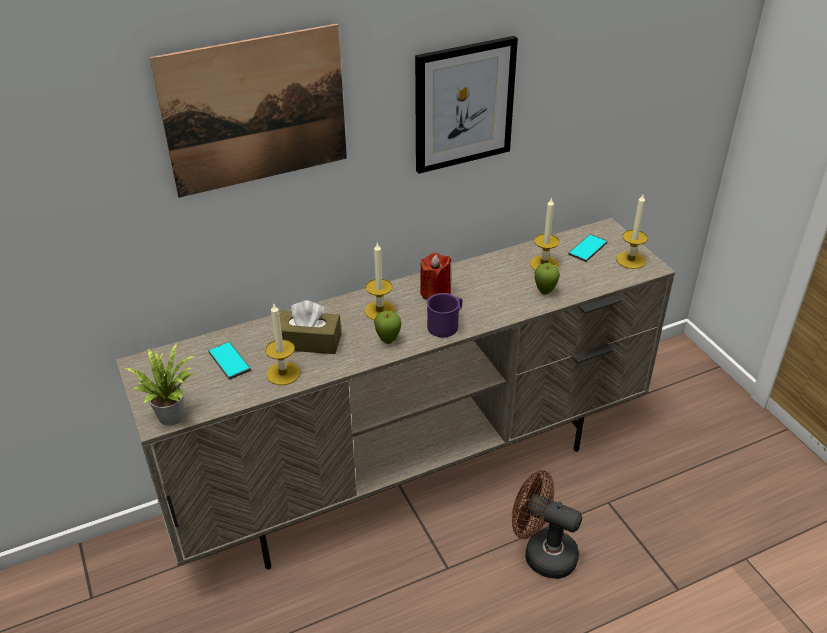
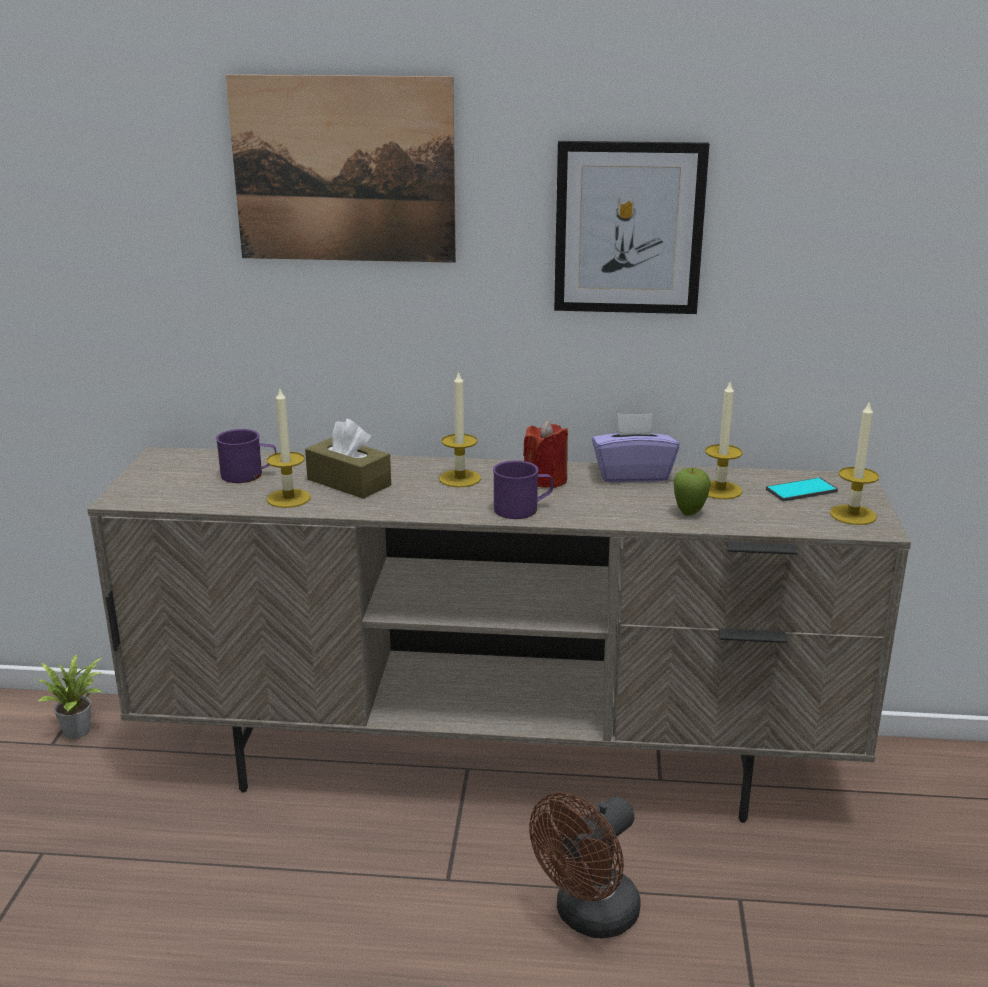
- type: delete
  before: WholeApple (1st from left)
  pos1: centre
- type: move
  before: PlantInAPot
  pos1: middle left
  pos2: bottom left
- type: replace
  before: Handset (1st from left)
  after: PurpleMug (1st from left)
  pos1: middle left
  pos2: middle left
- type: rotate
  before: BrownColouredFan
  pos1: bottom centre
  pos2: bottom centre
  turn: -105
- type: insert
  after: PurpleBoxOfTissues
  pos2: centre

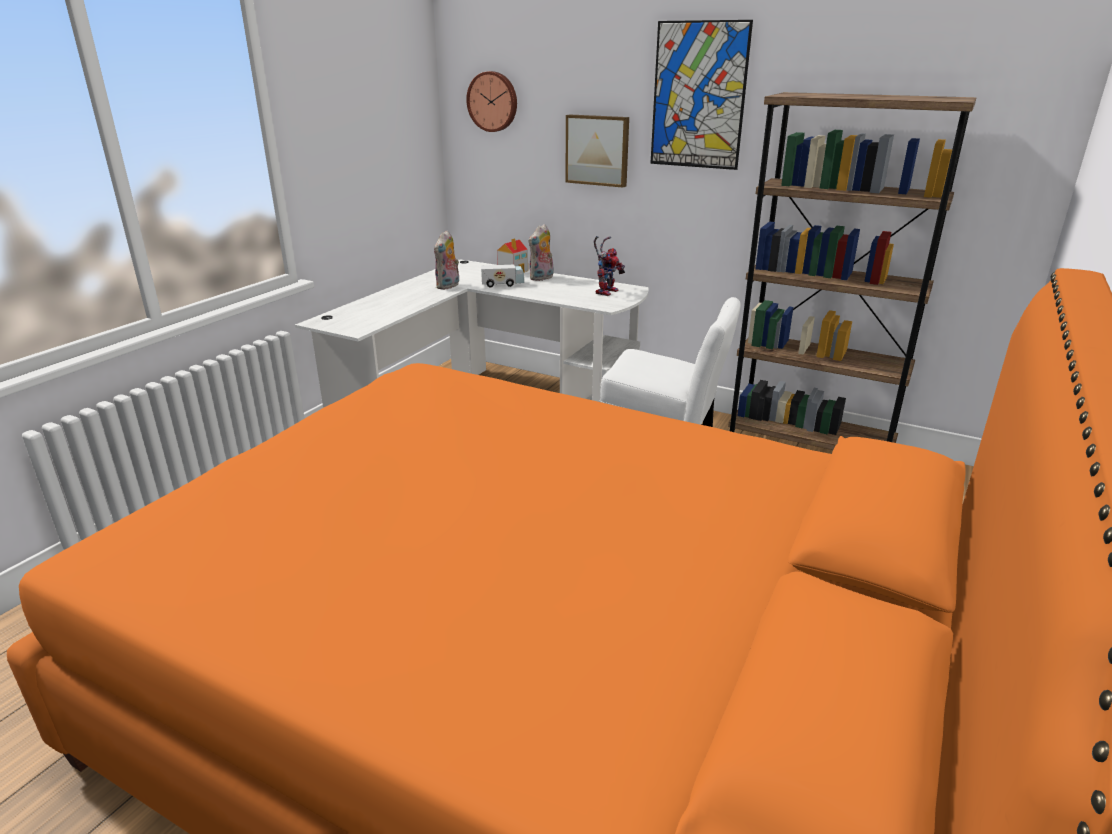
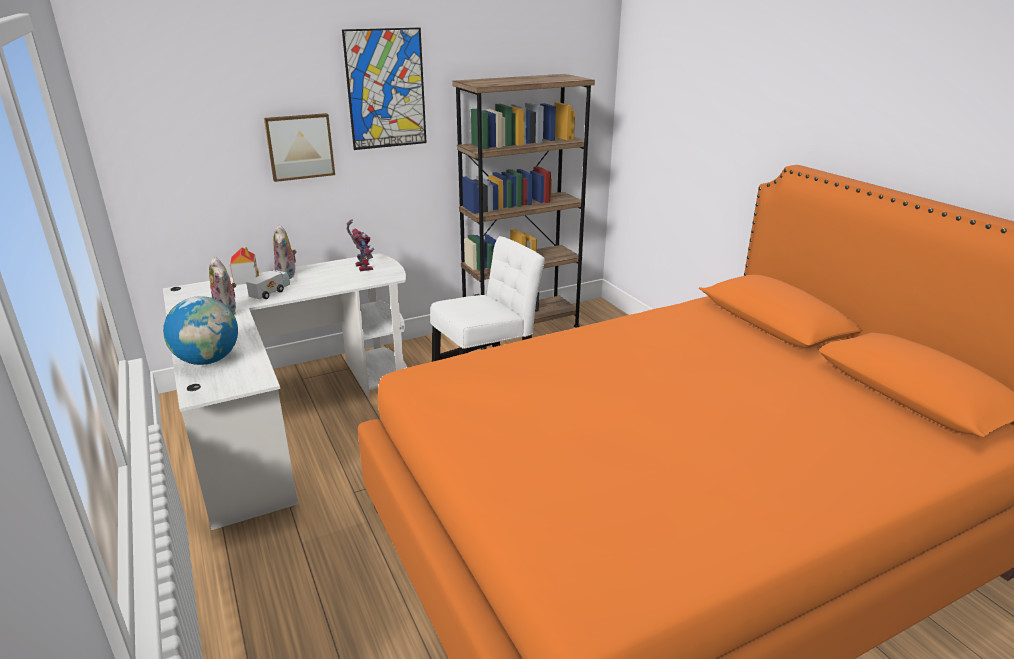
- type: delete
  before: ClockOnTheWall
  pos1: top centre
- type: insert
  after: DeskGlobe
  pos2: middle left

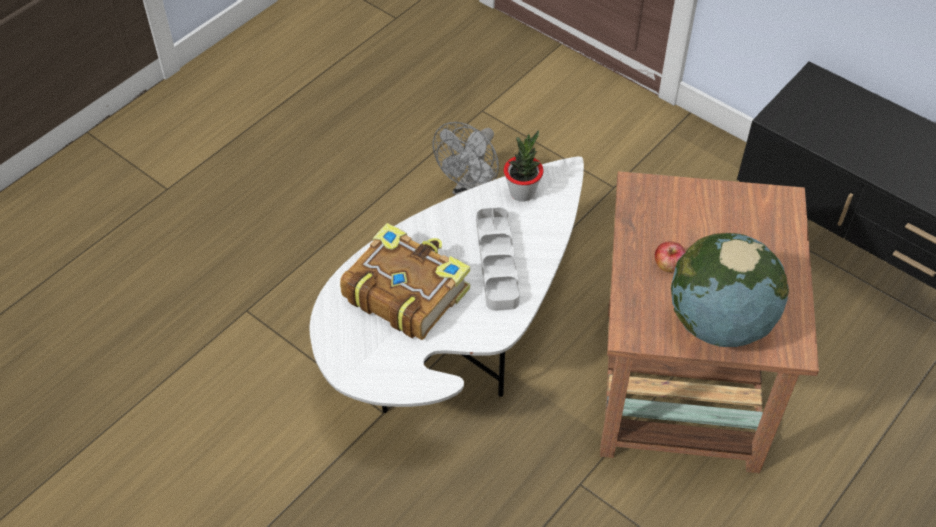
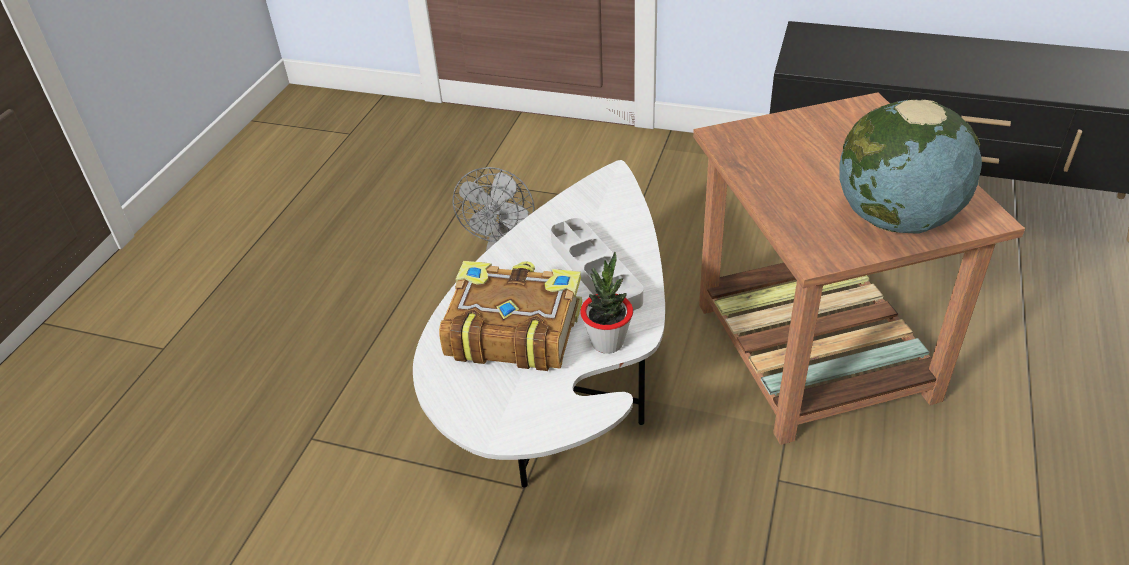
- type: move
  before: PlantInAPot
  pos1: top centre
  pos2: centre
- type: delete
  before: WholeApple
  pos1: middle right

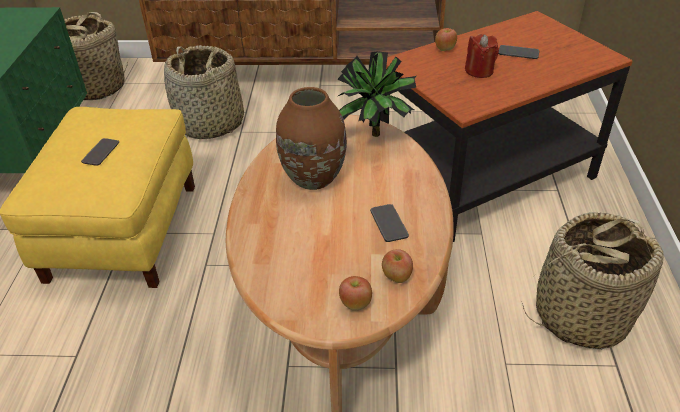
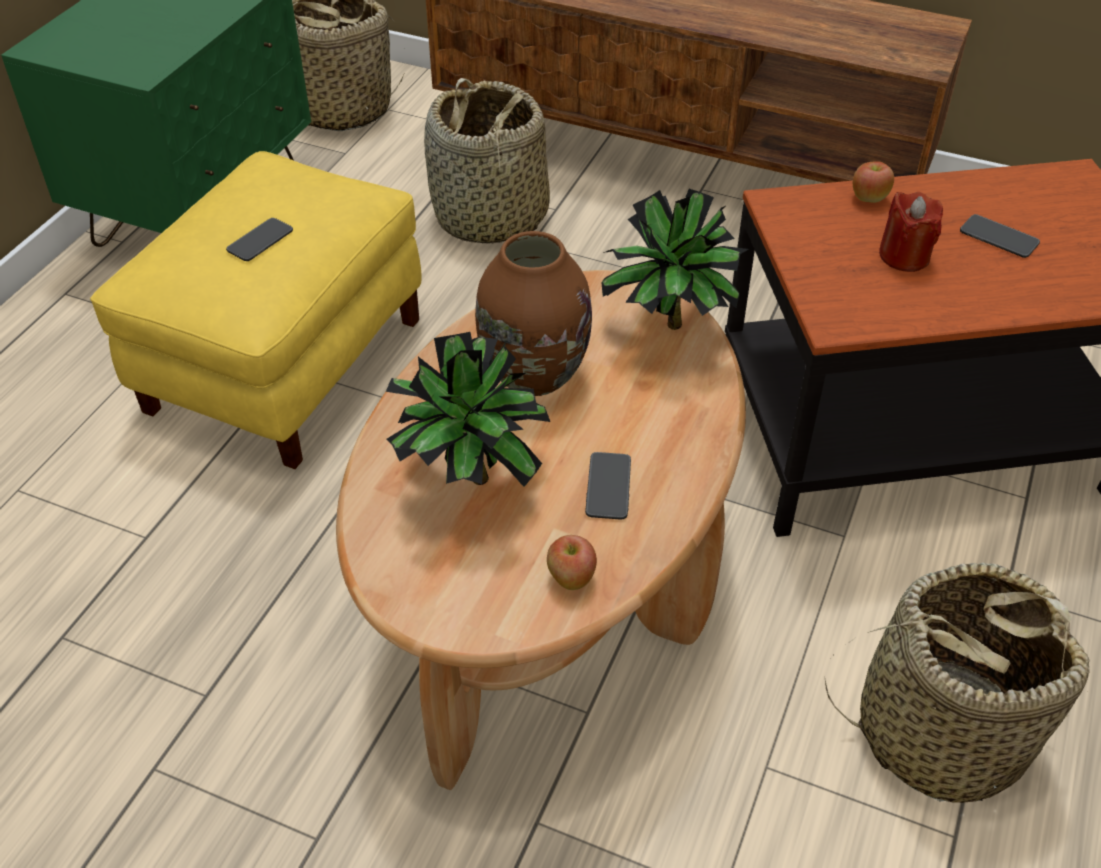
- type: delete
  before: WholeApple (1st from left)
  pos1: bottom centre
- type: insert
  after: PlantInAPot (1st from left)
  pos2: centre

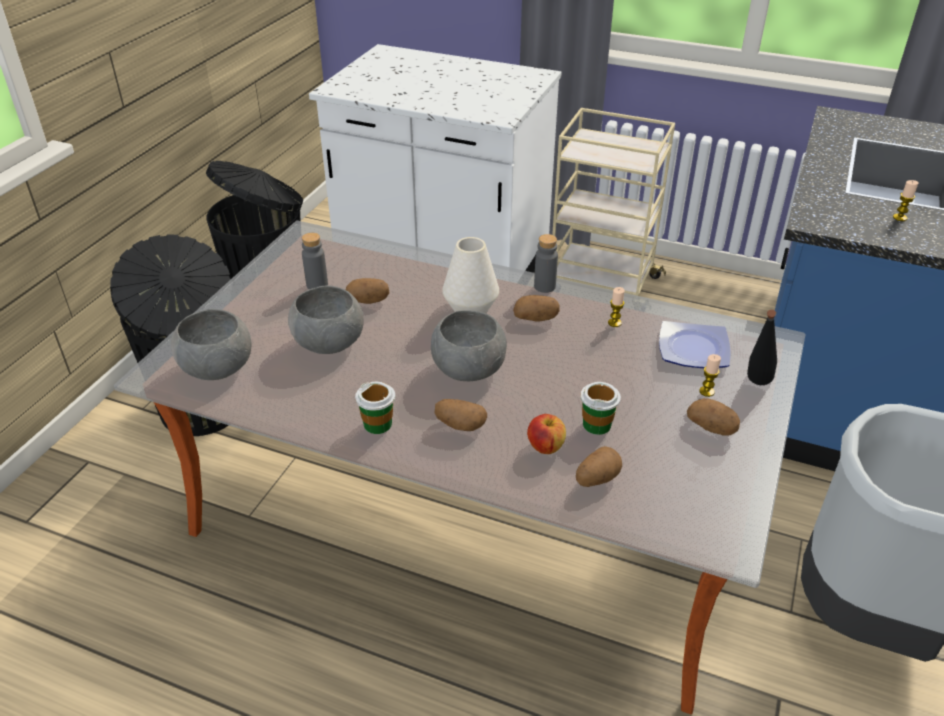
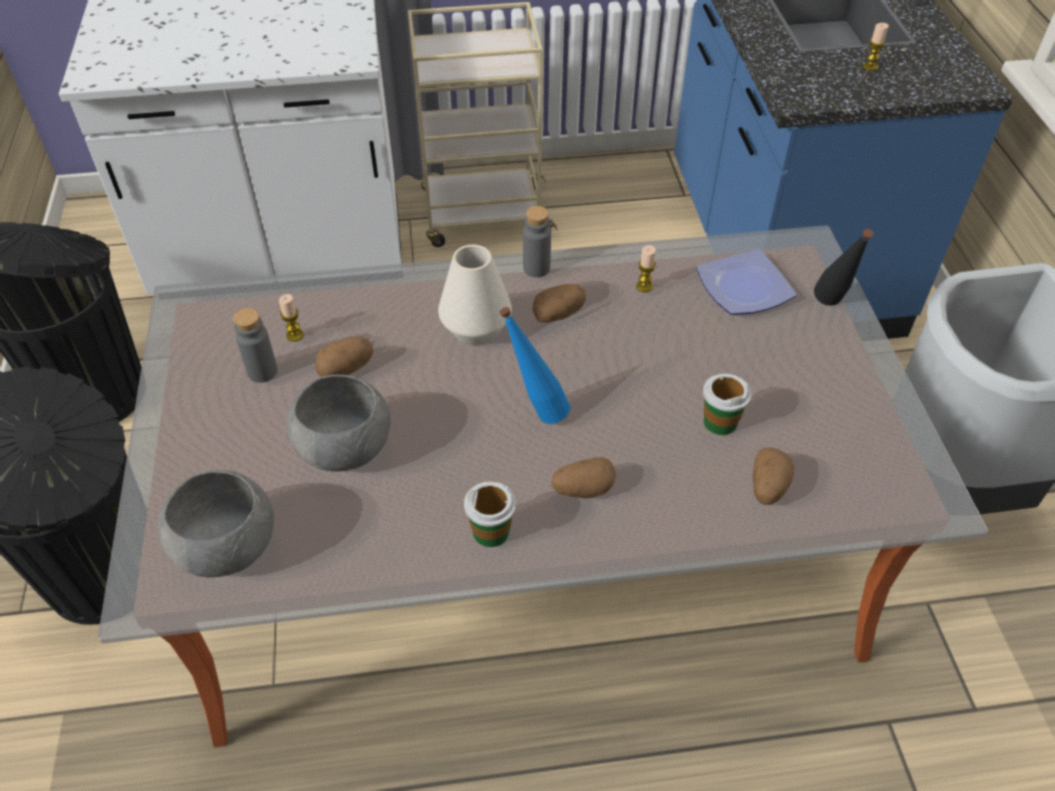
- type: replace
  before: GrayDeepDish (3rd from left)
  after: BlueBottle
  pos1: centre
  pos2: centre
- type: move
  before: Candle (2nd from left in the first image)
  after: Candle (1st from left)
  pos1: middle right
  pos2: middle left
- type: delete
  before: Potato (5th from left)
  pos1: middle right
- type: delete
  before: WholeApple
  pos1: centre

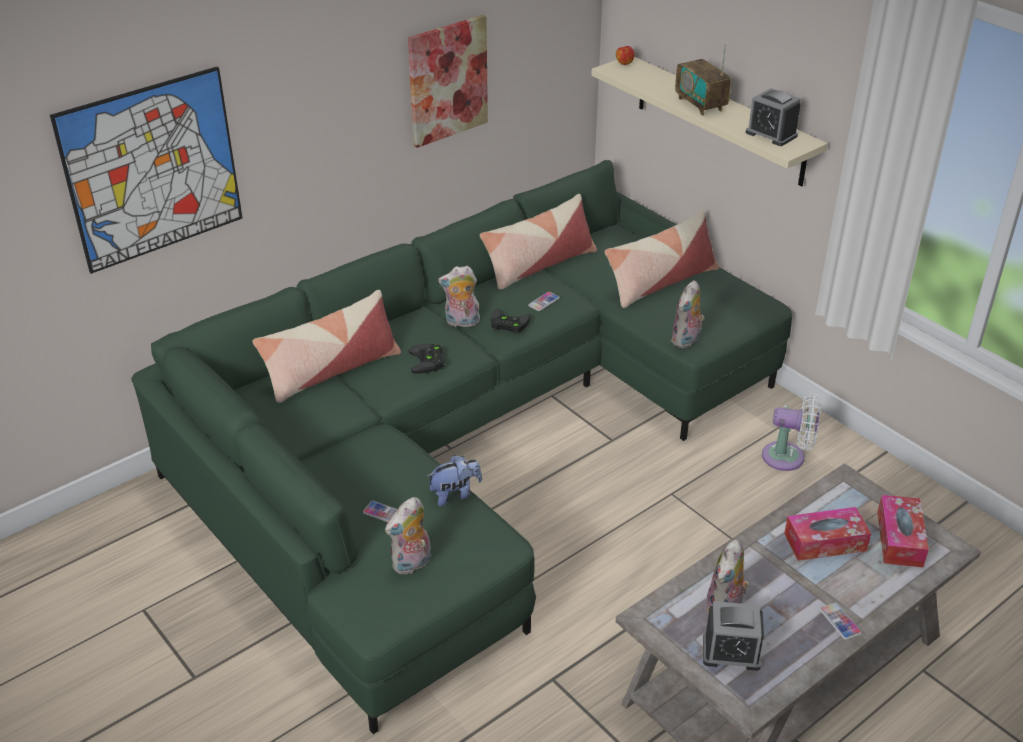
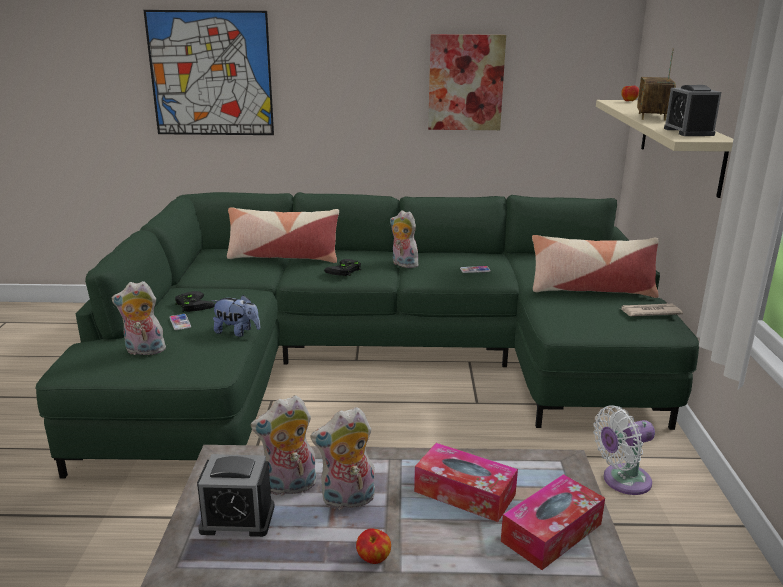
- type: delete
  before: Pillow (2nd from left)
  pos1: top centre
- type: move
  before: PlushToy (4th from left)
  pos1: middle right
  pos2: bottom centre
- type: move
  before: BlackishJoypad (2nd from left in the first image)
  after: BlackishJoypad (1st from left)
  pos1: centre
  pos2: middle left
- type: rotate
  before: WhiteColouredFan
  pos1: middle right
  pos2: bottom right
  turn: 105
- type: rotate
  before: TableClock (1st from left)
  pos1: bottom right
  pos2: bottom left
  turn: -45
- type: replace
  before: Handset (3rd from left)
  after: WholeApple (1st from left)
  pos1: bottom right
  pos2: bottom centre
- type: insert
  after: Newspaper
  pos2: middle right

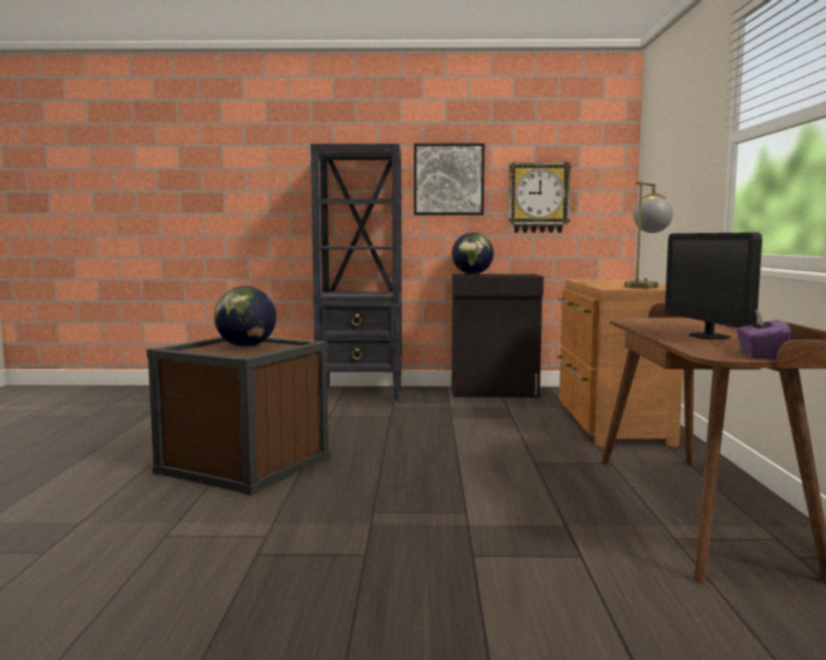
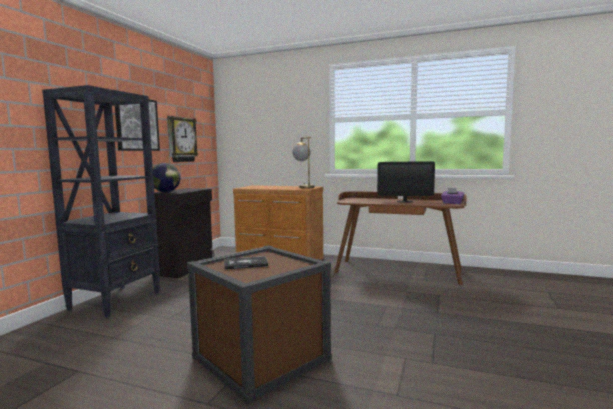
- type: replace
  before: DeskGlobe (1st from left)
  after: Book
  pos1: middle left
  pos2: centre

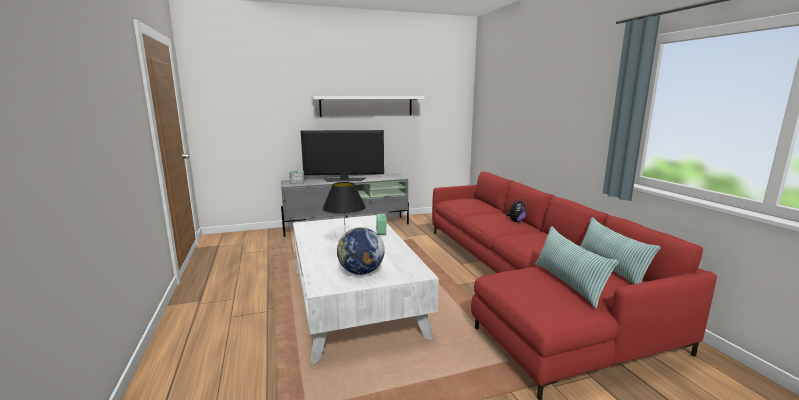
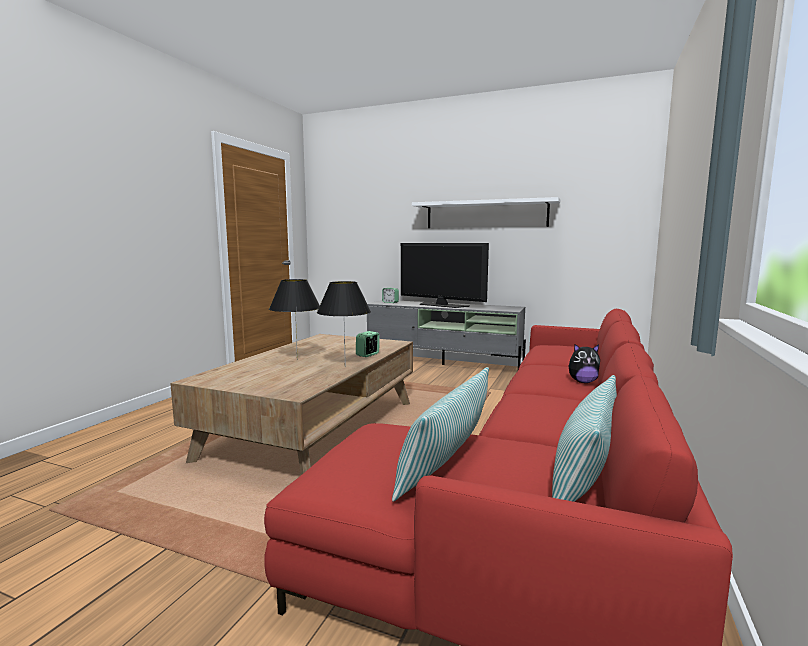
- type: recolor
  before: WhiteColouredLoungeTable
  after: BrownColouredLoungeTable
  pos1: bottom centre
  pos2: centre
- type: delete
  before: DeskGlobe
  pos1: centre
- type: insert
  after: BlackishTabletopLamp (2nd from left)
  pos2: centre

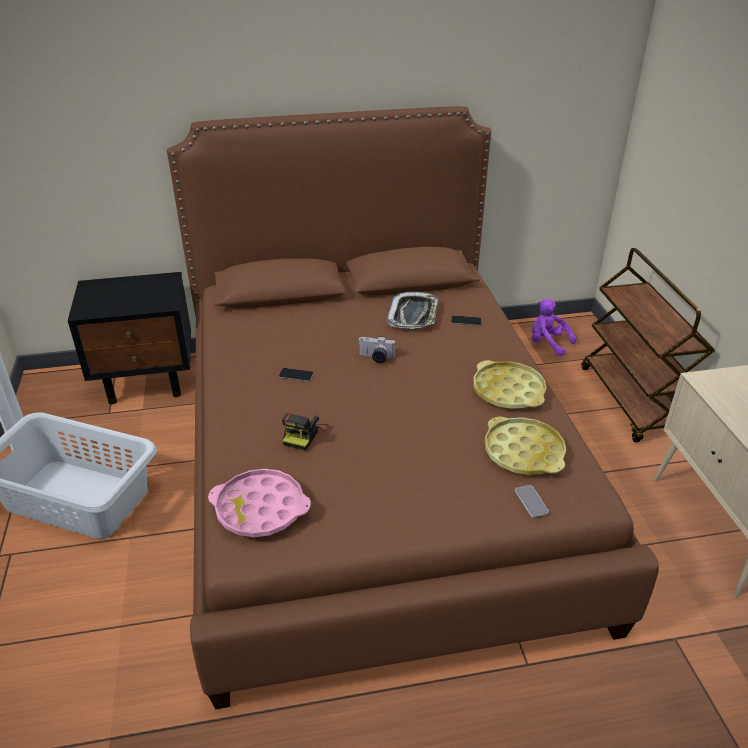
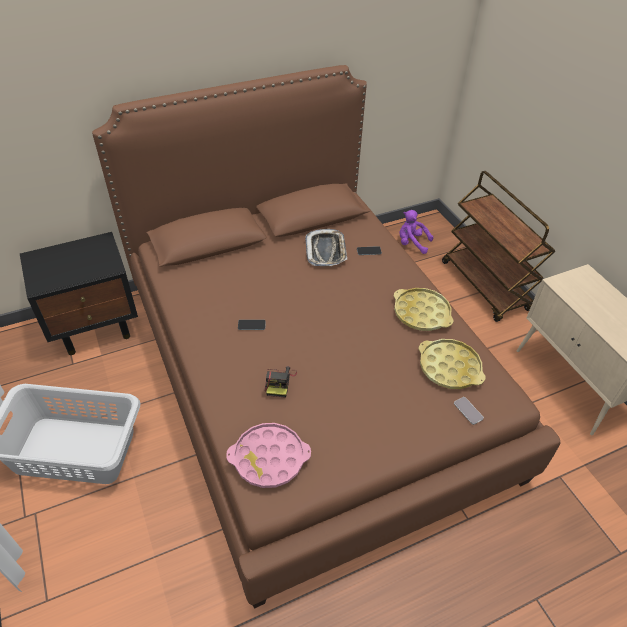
- type: delete
  before: StillCamera (2nd from left)
  pos1: centre

